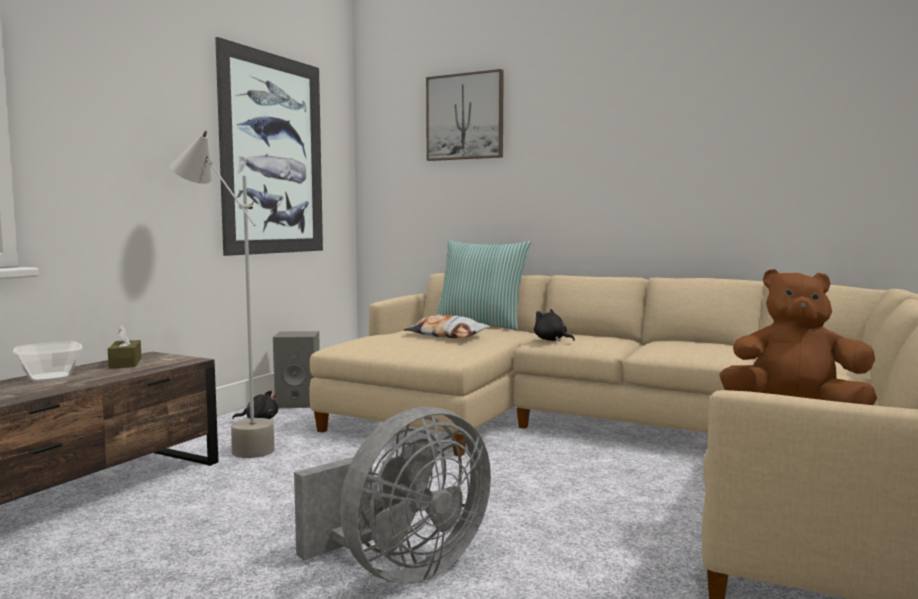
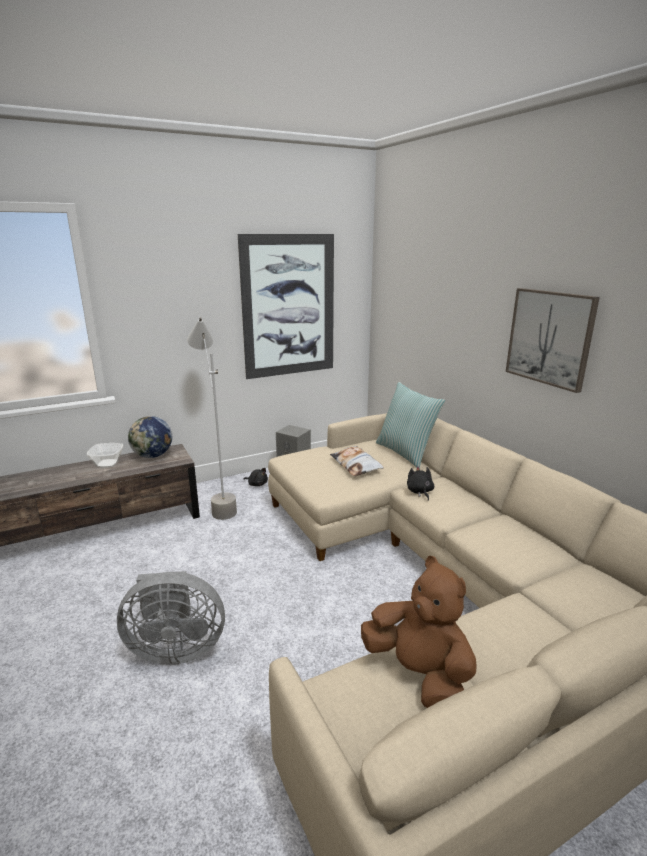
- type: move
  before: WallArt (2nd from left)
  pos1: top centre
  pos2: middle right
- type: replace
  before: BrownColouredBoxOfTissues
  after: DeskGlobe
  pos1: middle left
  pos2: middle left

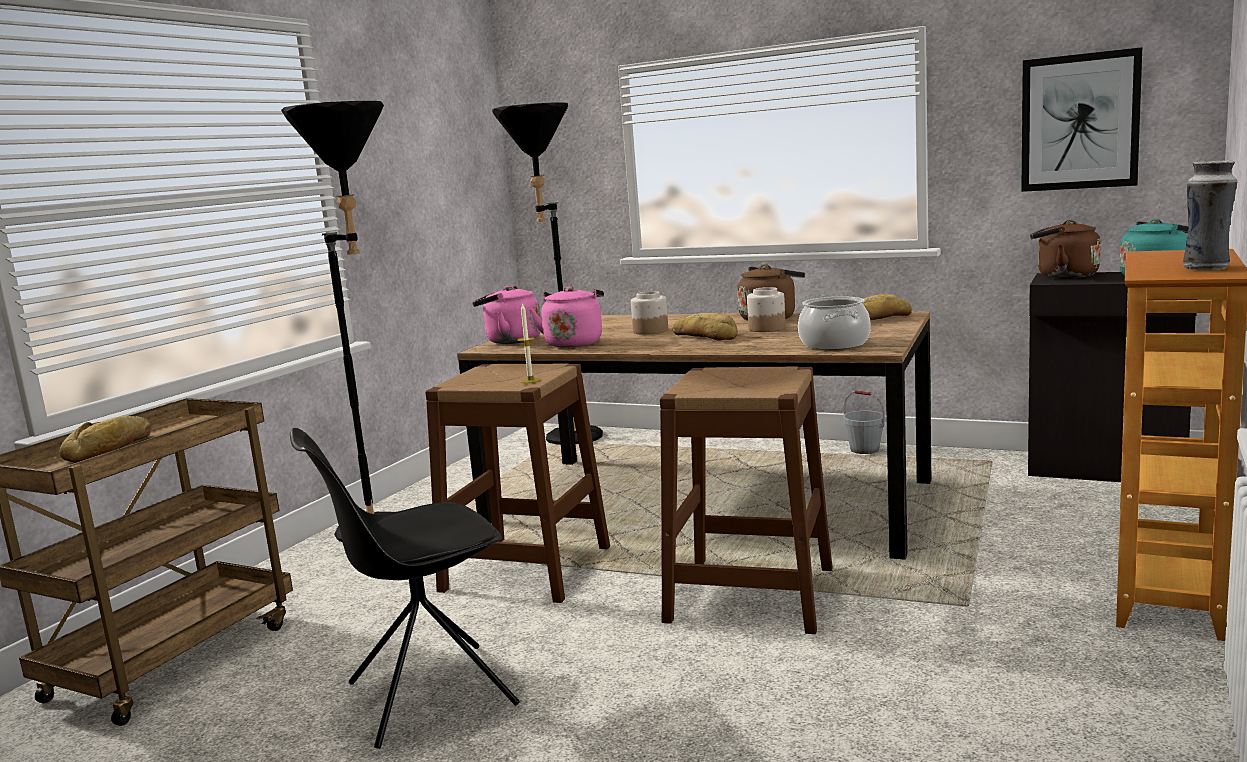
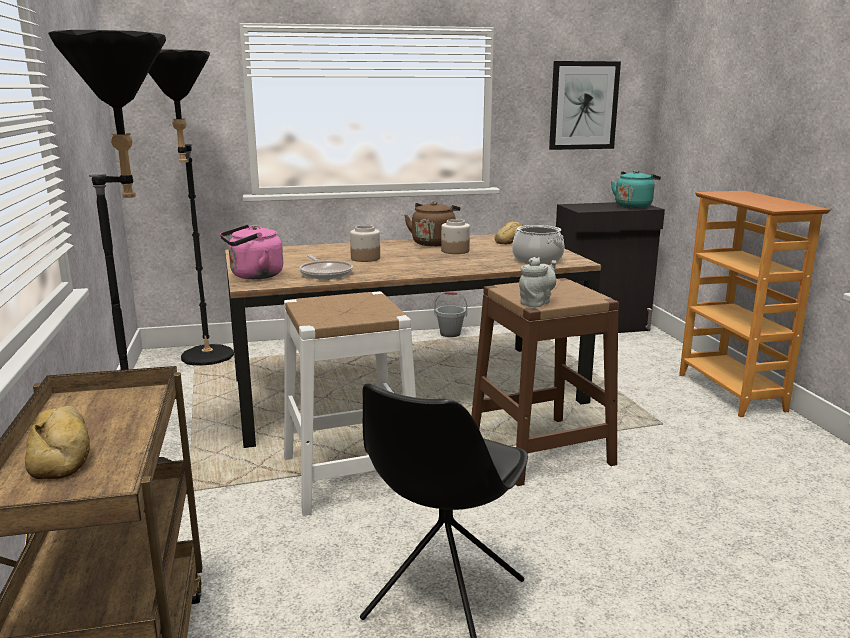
- type: delete
  before: DecorativeVase
  pos1: top right
- type: delete
  before: BrownColouredTeaKettle (2nd from left)
  pos1: top right
- type: replace
  before: PinkTeaKettle (2nd from left)
  after: Skillet
  pos1: centre
  pos2: centre
- type: delete
  before: Candle
  pos1: centre
- type: delete
  before: Bread (2nd from left)
  pos1: centre
- type: recolor
  before: BrownColouredStool (1st from left)
  after: WhiteColouredStool
  pos1: centre
  pos2: centre
- type: insert
  after: GrayTeapot
  pos2: centre

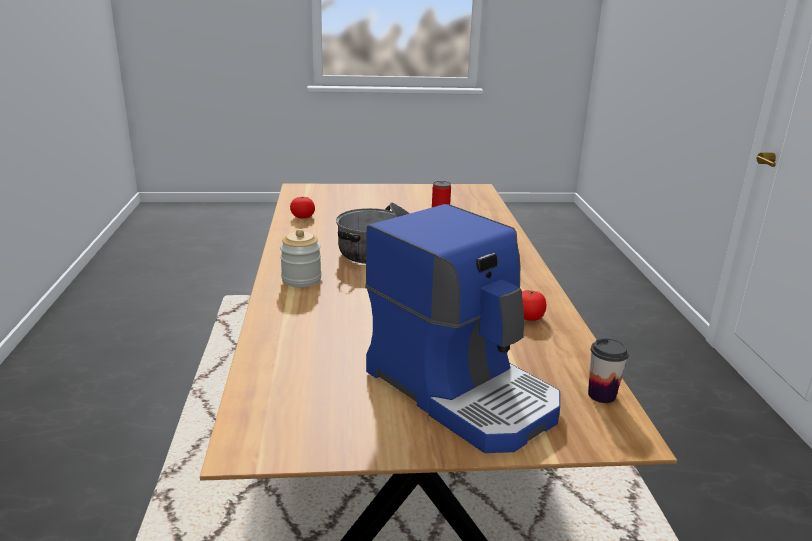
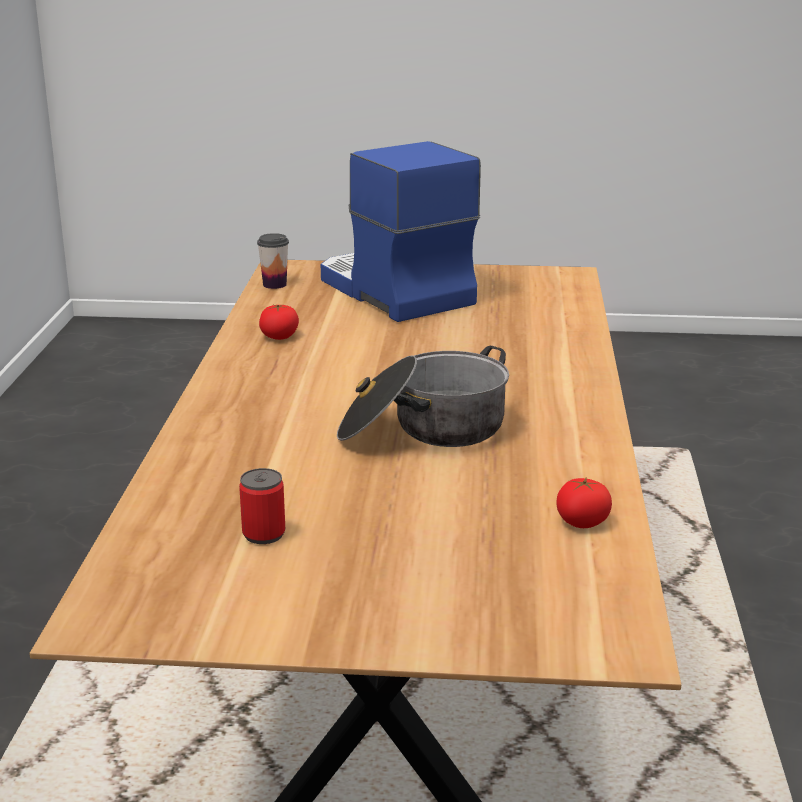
- type: delete
  before: PreserveJar
  pos1: centre

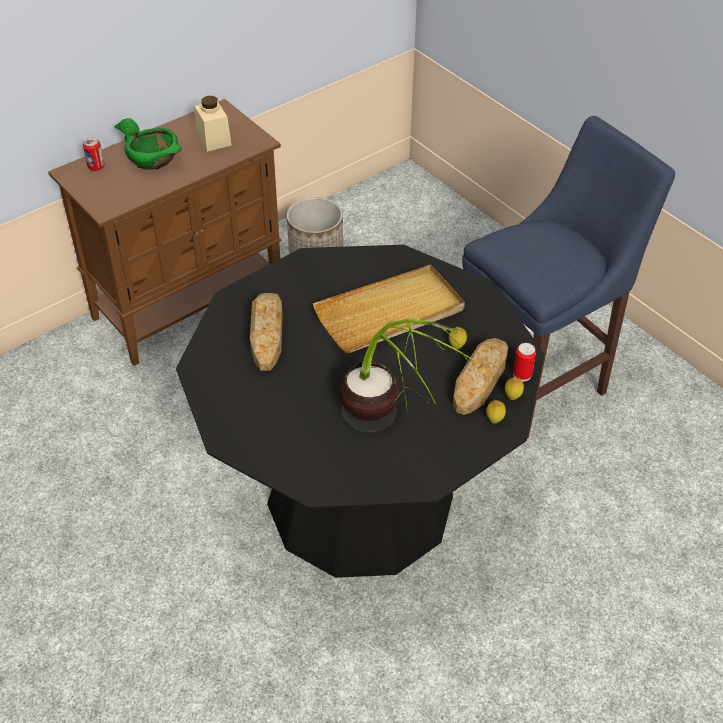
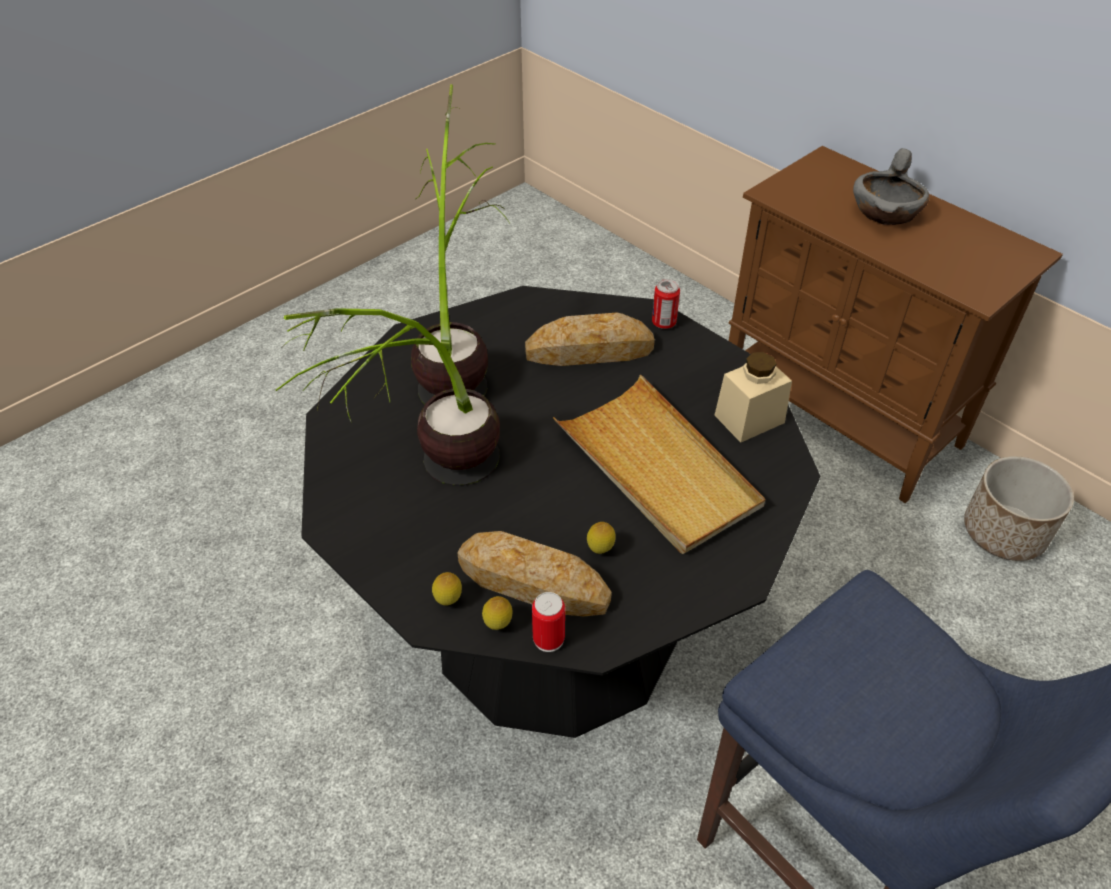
- type: move
  before: BeigeColouredPreserveJar
  pos1: top left
  pos2: middle right
- type: recolor
  before: GreenishDeepDish
  after: GrayDeepDish
  pos1: top left
  pos2: top right
- type: move
  before: Can (1st from left in the first image)
  after: Can (2nd from left)
  pos1: top left
  pos2: centre
- type: insert
  after: PlantInAPot (2nd from left)
  pos2: top centre

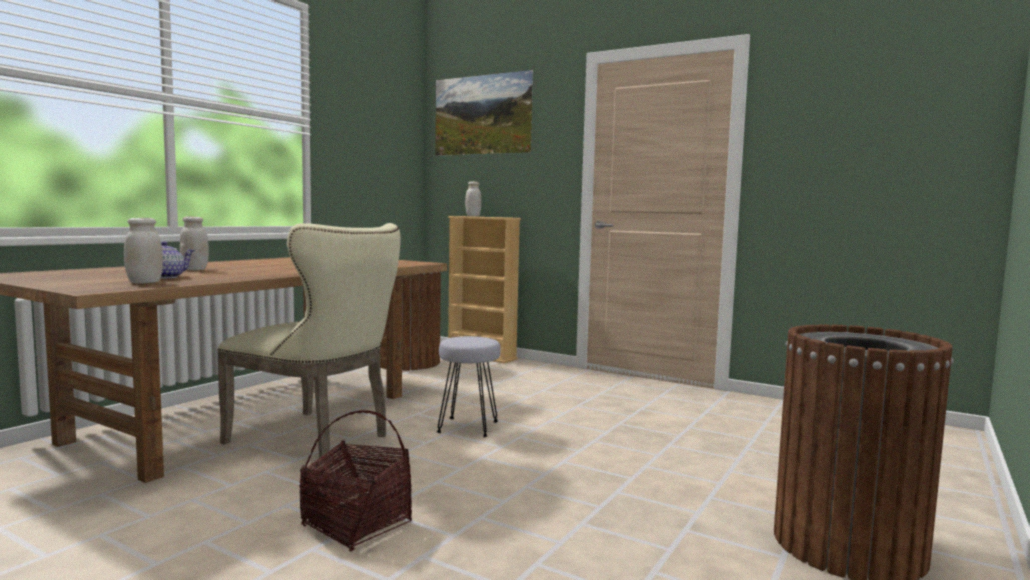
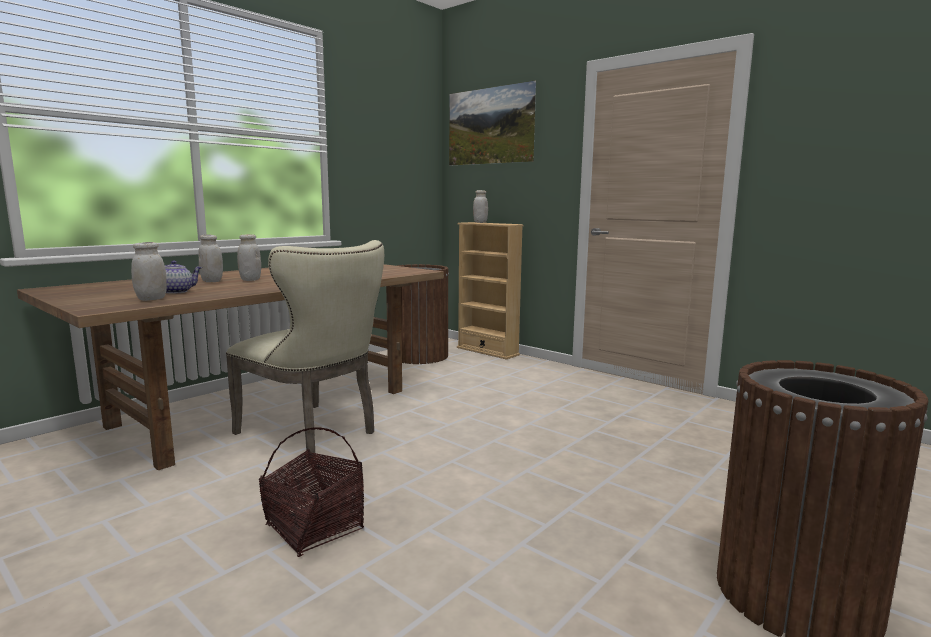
- type: delete
  before: GrayStool
  pos1: centre
- type: insert
  after: WhiteColouredPreserveJar (3rd from left)
  pos2: middle left

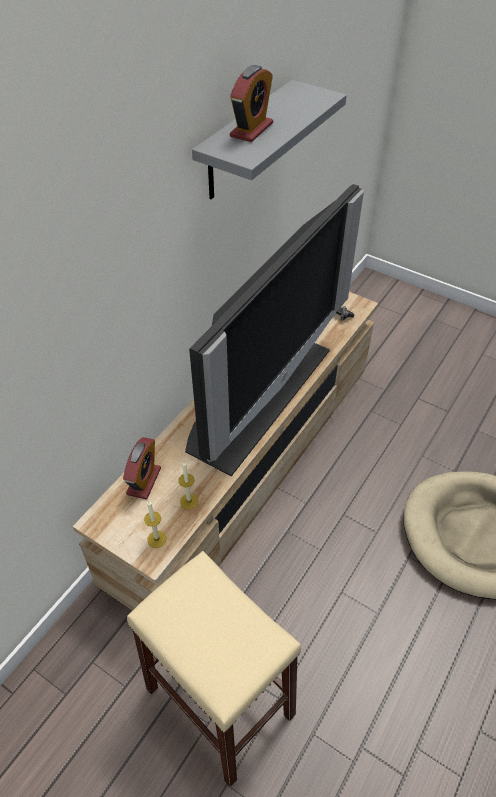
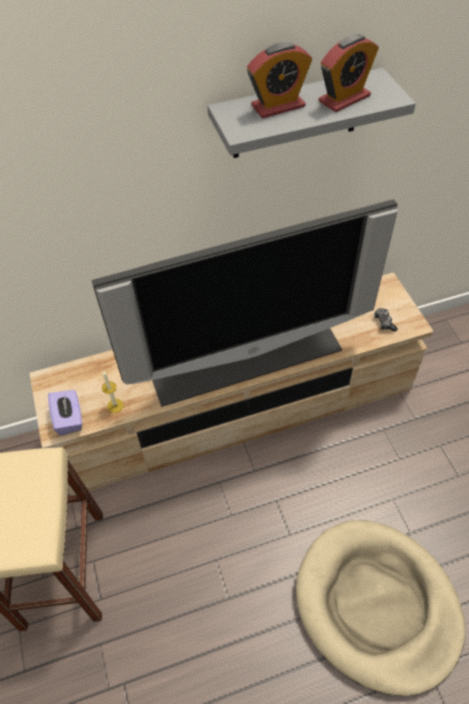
- type: move
  before: TableClock (1st from left in the first image)
  after: TableClock (2nd from left)
  pos1: middle left
  pos2: top right
- type: replace
  before: Candle (1st from left)
  after: PurpleBoxOfTissues
  pos1: middle left
  pos2: middle left

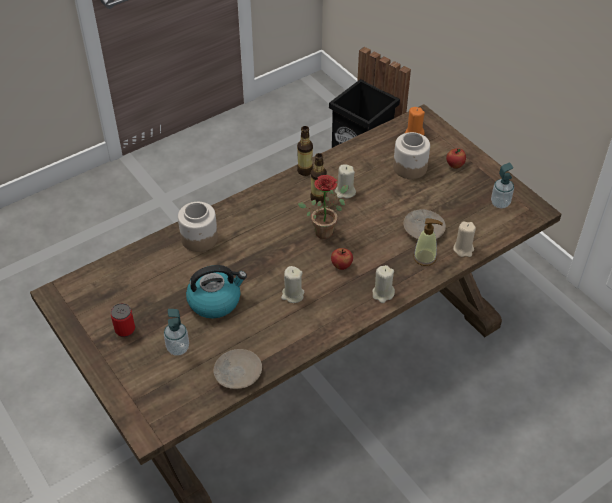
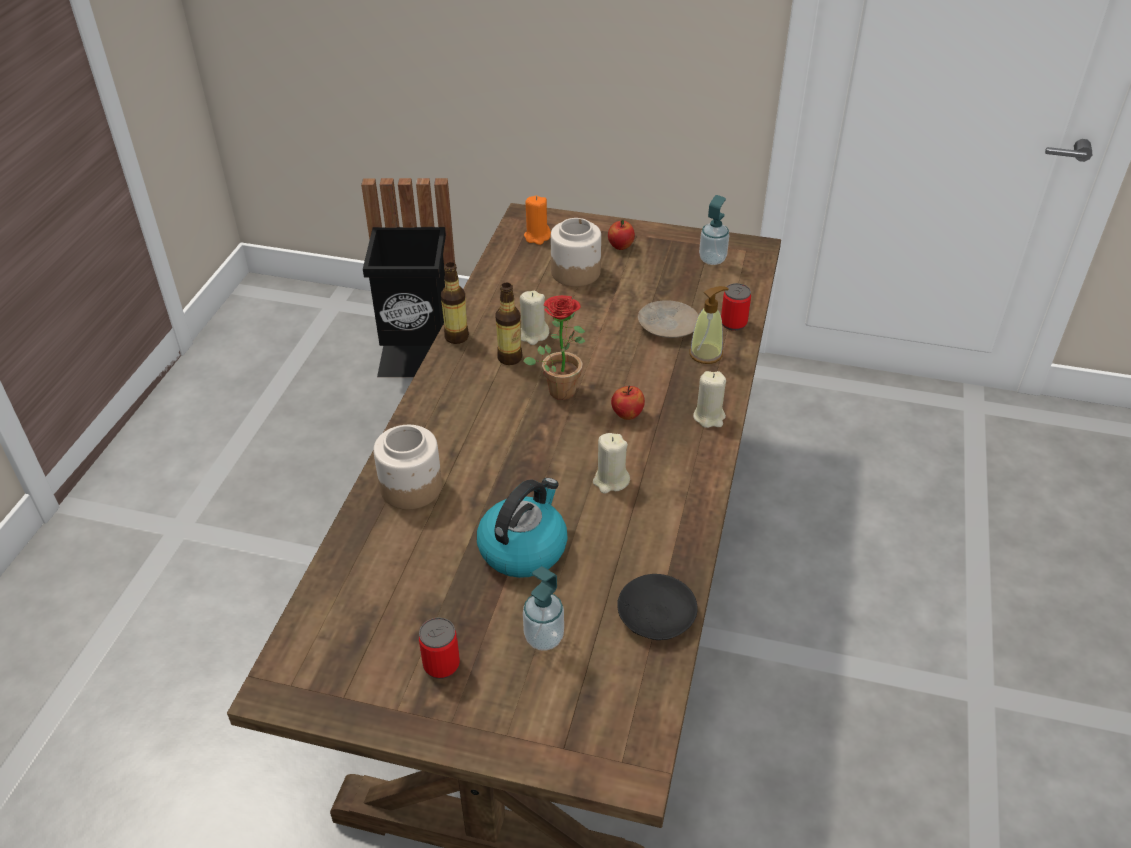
- type: replace
  before: BeigeColouredCandle (4th from left)
  after: Can (2nd from left)
  pos1: middle right
  pos2: centre
- type: recolor
  before: BeigeColouredFlatDish (1st from left)
  after: BlackishFlatDish
  pos1: bottom centre
  pos2: bottom centre

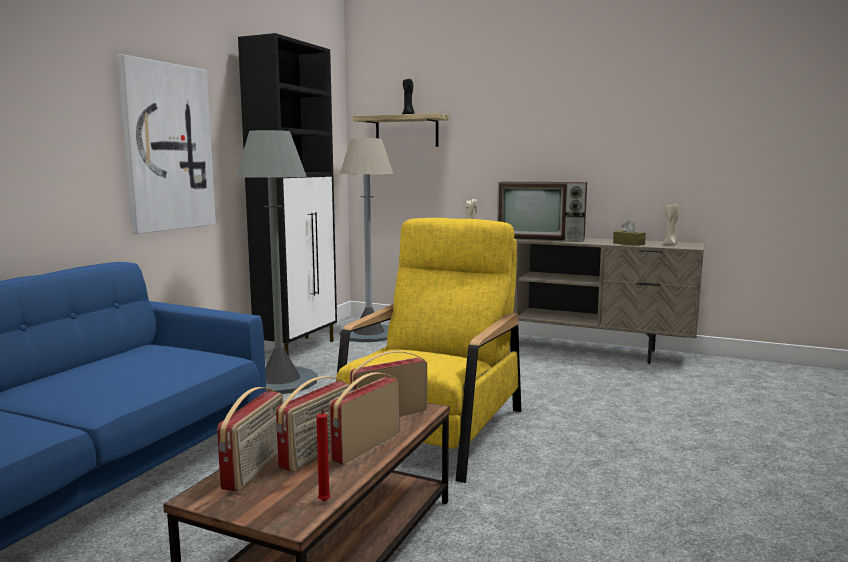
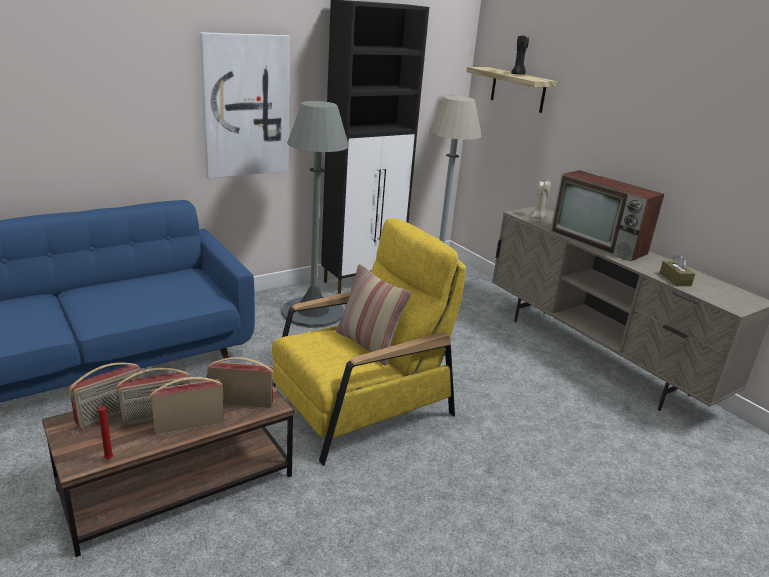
- type: delete
  before: BeigeColouredCandle (2nd from left)
  pos1: middle right
- type: insert
  after: Pillow
  pos2: centre

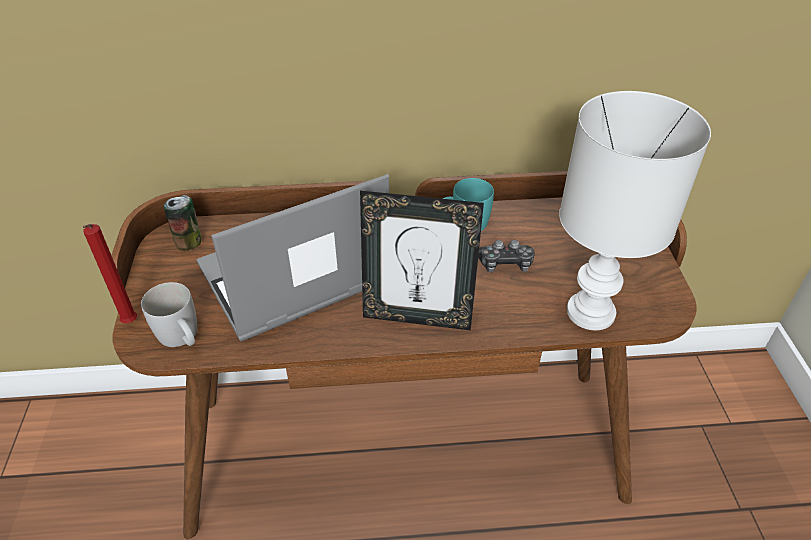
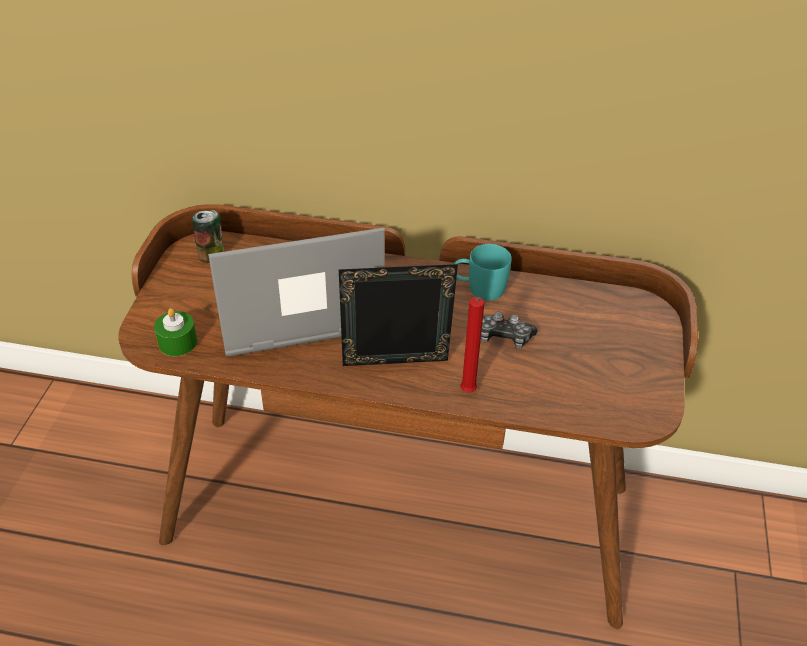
- type: delete
  before: WhiteColouredTabletopLamp
  pos1: middle right
- type: rotate
  before: PictureFrame
  pos1: centre
  pos2: centre
  turn: 150
- type: move
  before: RedCandle
  pos1: middle left
  pos2: centre
- type: replace
  before: WhiteColouredMug
  after: GreenishCandle
  pos1: middle left
  pos2: middle left

